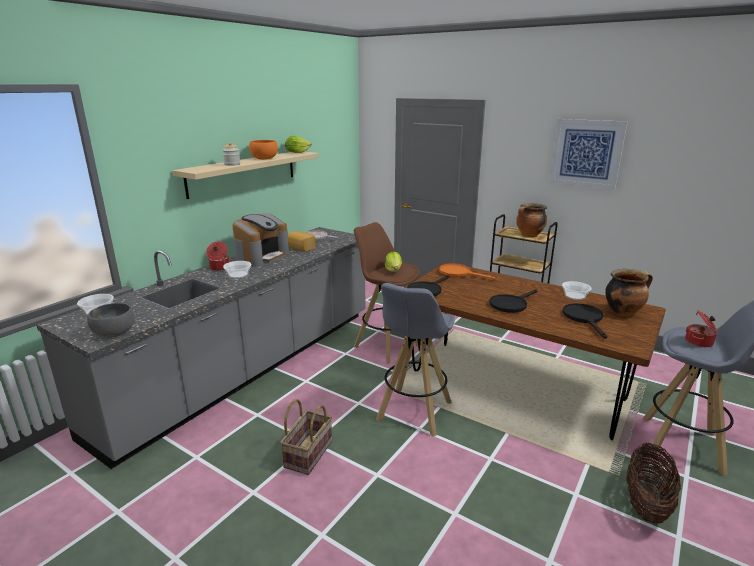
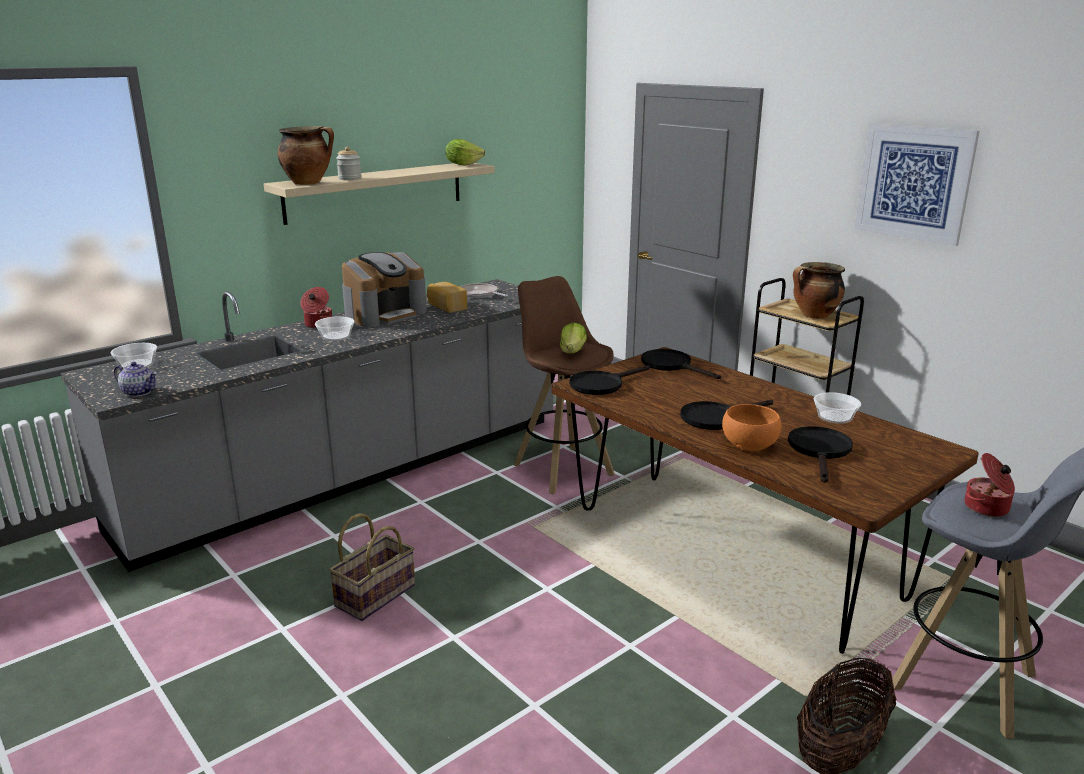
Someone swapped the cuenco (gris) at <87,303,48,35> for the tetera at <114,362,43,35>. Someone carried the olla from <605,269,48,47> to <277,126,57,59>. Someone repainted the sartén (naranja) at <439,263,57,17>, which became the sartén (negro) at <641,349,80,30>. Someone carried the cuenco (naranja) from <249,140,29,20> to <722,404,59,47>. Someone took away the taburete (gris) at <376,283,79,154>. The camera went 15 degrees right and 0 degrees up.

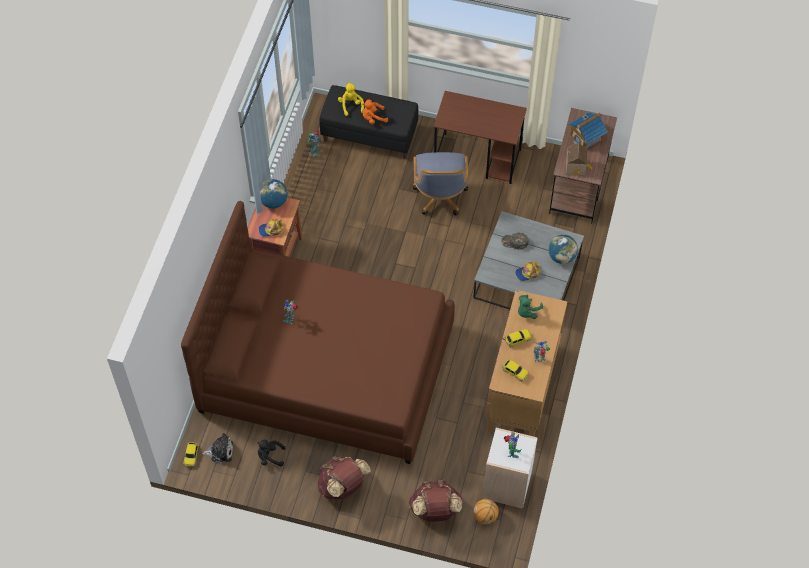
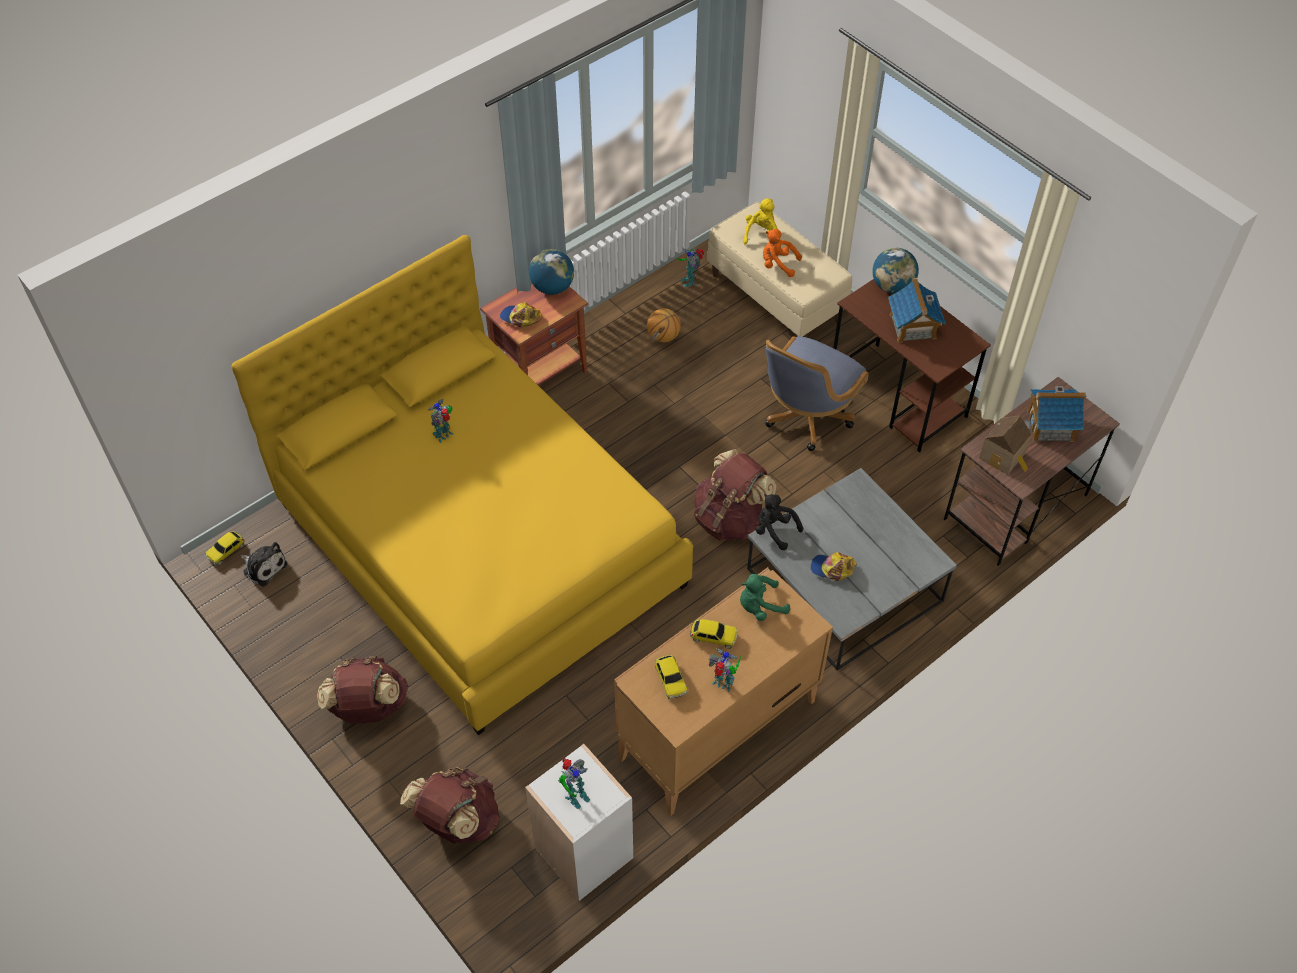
Someone repainted the cama (marrón) at <181,201,274,263>, which became the cama (amarillo) at <232,235,461,500>. Someone carried the balón de baloncesto from <473,499,26,25> to <647,308,34,34>. Someone put down the mochila (marrón) at <694,449,82,91>. Someone repainted the banco (negro) at <319,85,99,74>, which became the banco (beis) at <708,202,144,135>. Someone carried the peluche (negro) from <257,439,29,27> to <756,494,47,56>. Someone carried the globo terráqueo from <548,235,30,29> to <872,248,47,46>. Someone put down the casita at <888,278,58,65>. Someone took away the gorra (verde) at <501,232,27,18>. The camera went 35 degrees right and 5 degrees down.

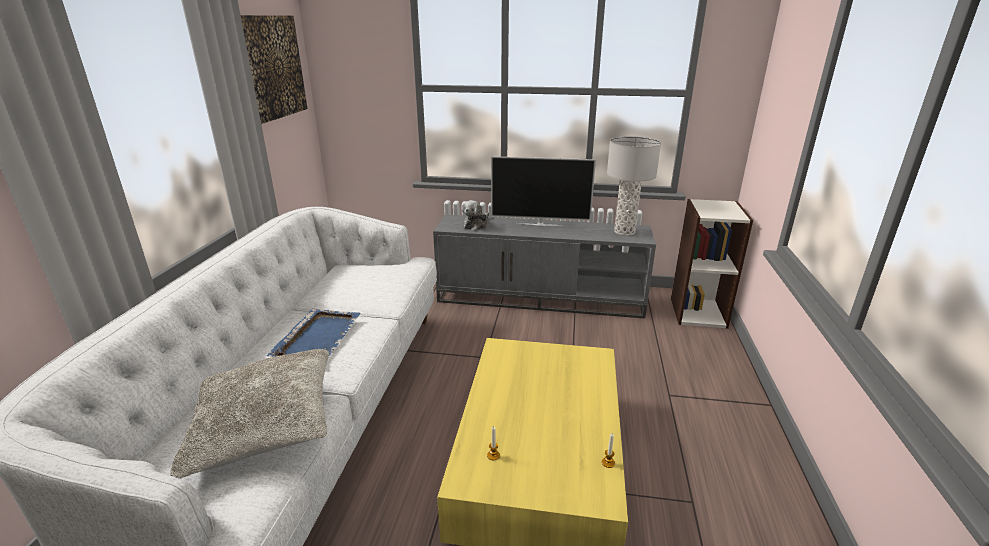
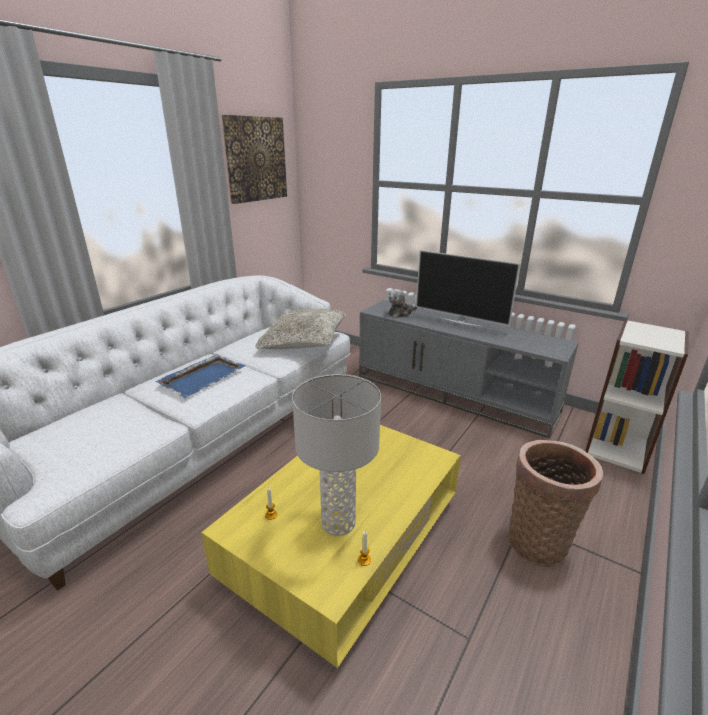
Someone carried the cojín (beis) from <170,349,159,130> to <256,309,90,40>. Someone carried the lámpara de mesa (blanco) from <607,136,54,100> to <292,374,89,162>. Someone put down the cesta at <509,440,94,127>. The camera went 25 degrees right and 0 degrees up.

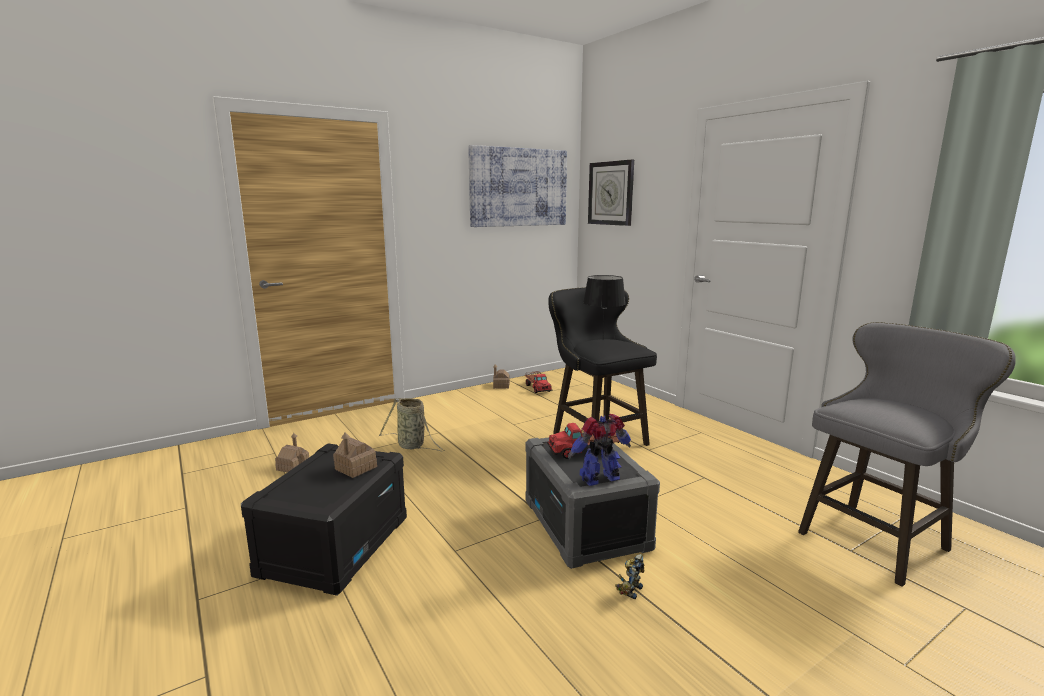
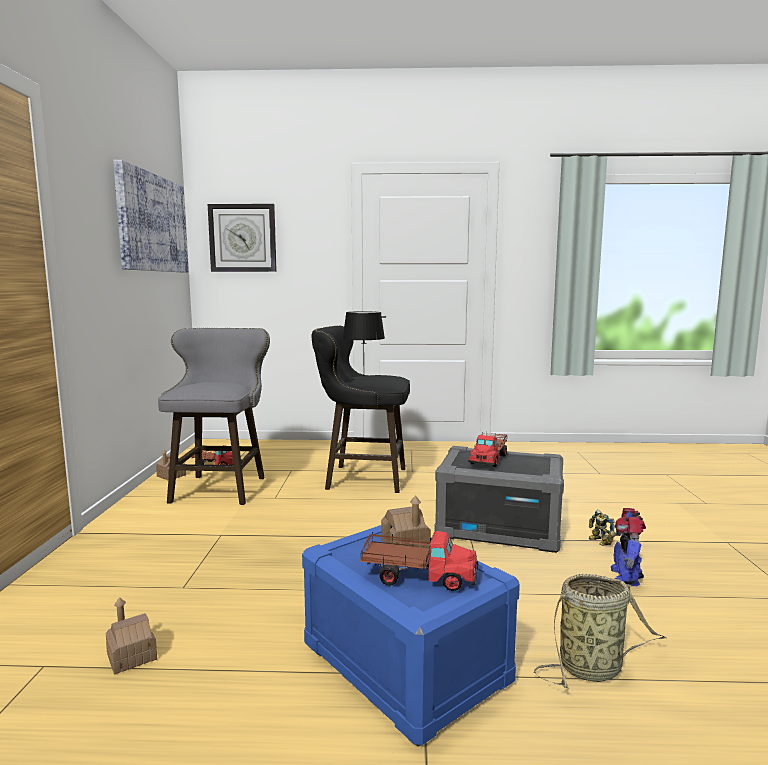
Someone carried the taburete (gris) from <798,322,218,265> to <158,328,112,177>. Someone repainted the caja de almacenaje (negro) at <241,443,166,153>, which became the caja de almacenaje (azul) at <302,525,218,222>. Someone put down the camión de juguete at <359,531,119,60>. Someone carried the cesta from <379,398,66,53> to <534,574,133,114>. Someone carried the robot de juguete from <568,414,63,72> to <611,508,35,78>. The camera went 55 degrees left and 5 degrees down.

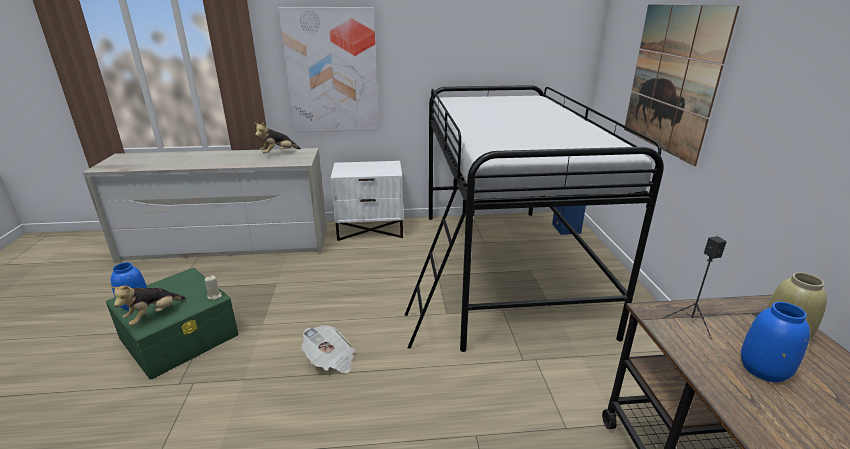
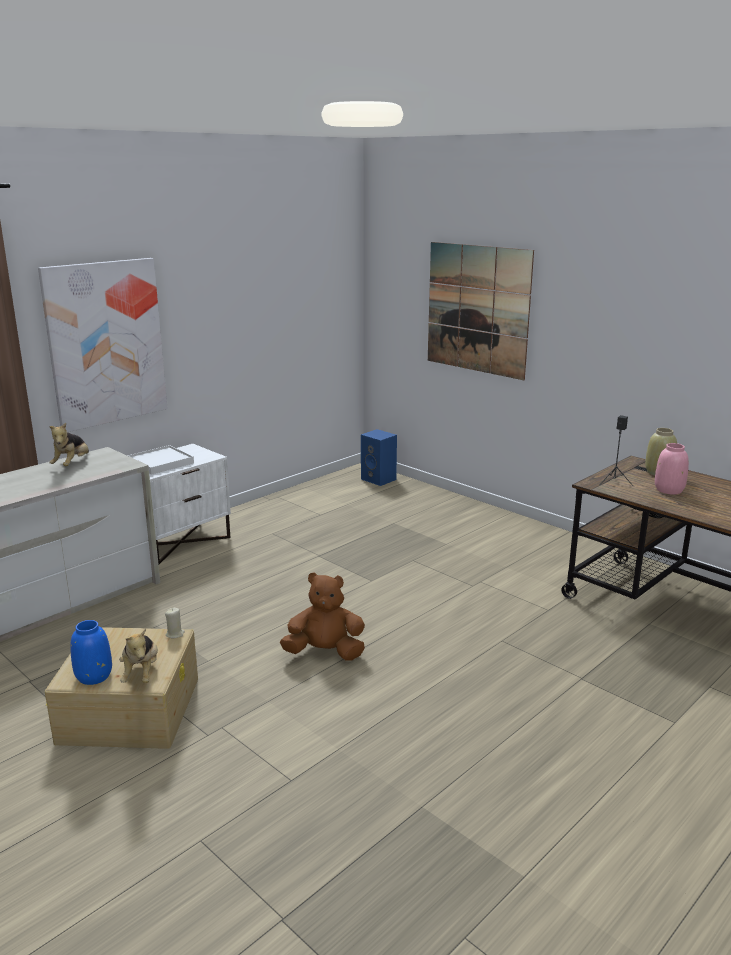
Someone repainted the caja de almacenaje (verde) at <106,268,133,112>, which became the caja de almacenaje (beis) at <45,627,153,122>. Someone put down the bandeja (blanco) at <128,445,66,30>. Someone swapped the periódico at <301,325,54,49> for the peluche (marrón) at <280,572,85,88>. Someone repainted the florero (azul) at <741,302,69,80>, which became the florero (rosa) at <655,443,34,51>. Someone took away the cama (negro) at <405,85,259,267>. The camera went 40 degrees left and 5 degrees down.

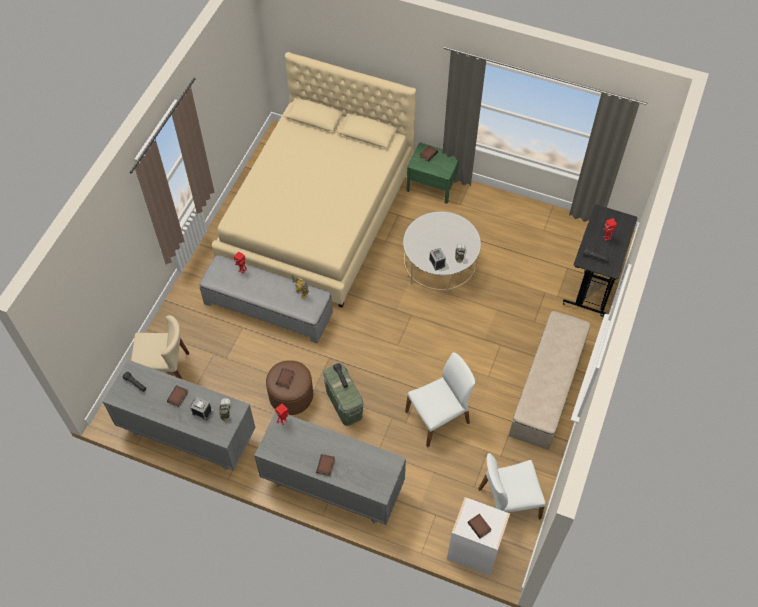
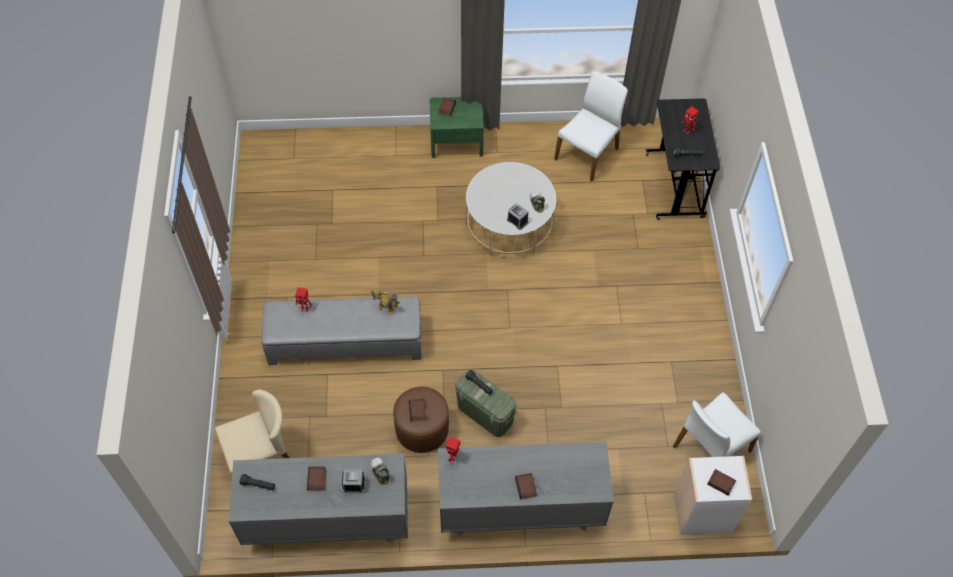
Someone carried the silla (blanco) from <405,352,70,95> to <554,72,74,109>. Someone took away the cama (beis) at <212,52,204,256>. Someone took away the banco (beis) at <509,311,81,139>. The camera went 25 degrees left and 0 degrees up.

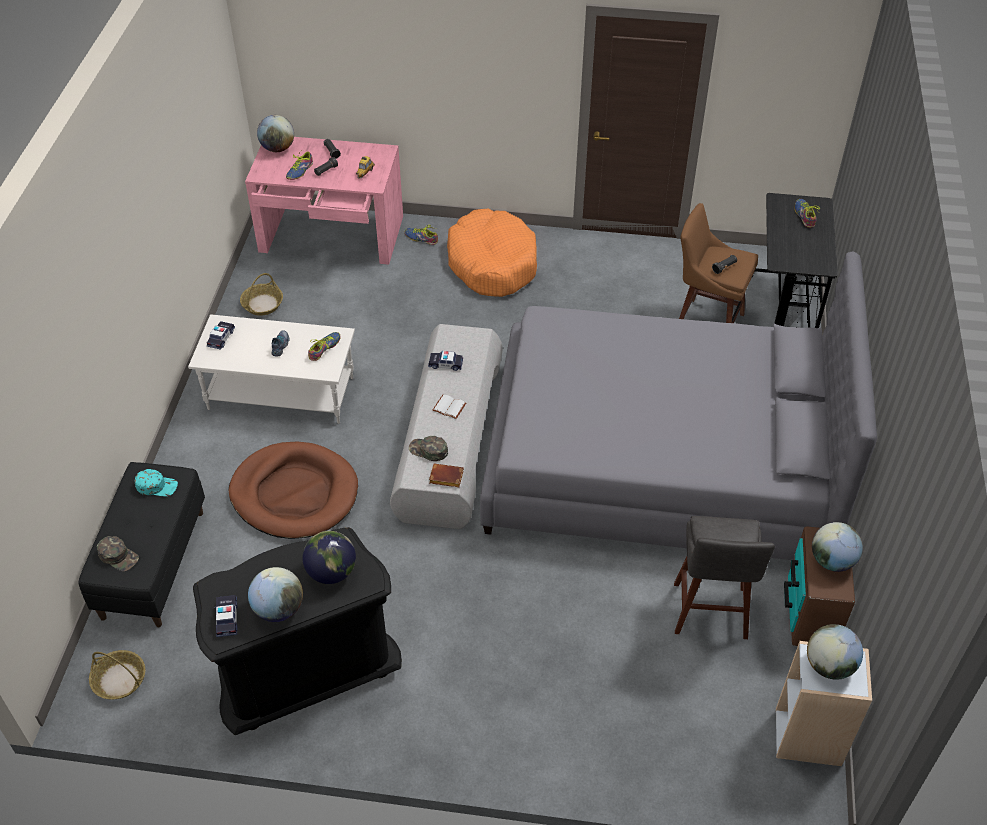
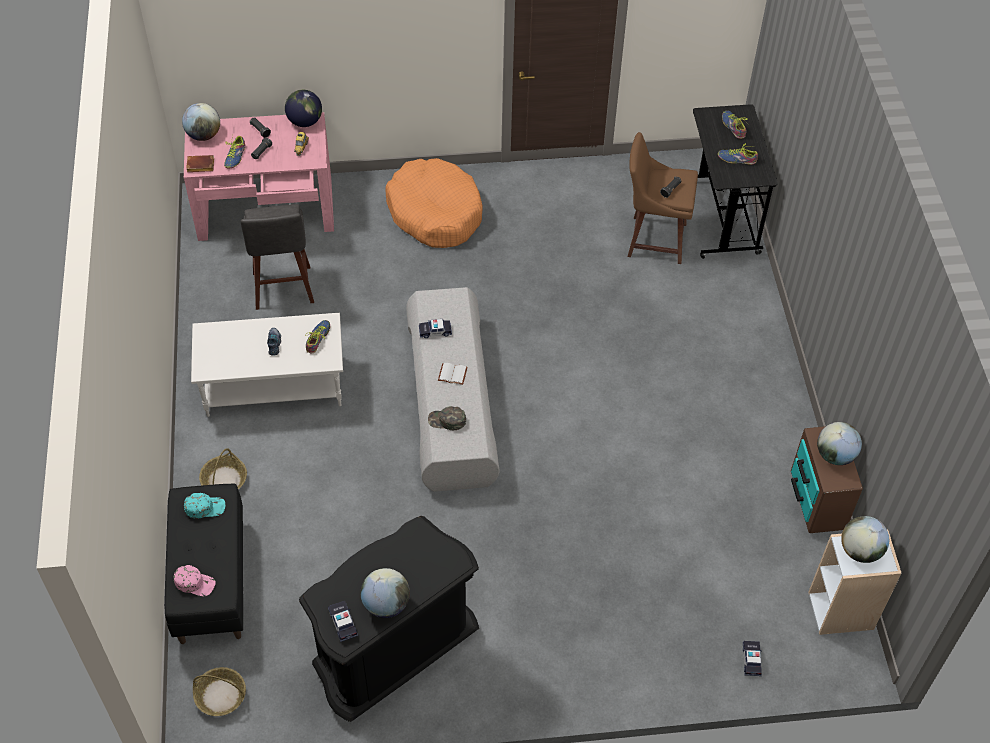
Someone repainted the gorra (verde) at <97,536,42,35>, which became the gorra (rosa) at <174,565,41,31>. Someone carried the libro (marrón) from <429,463,35,24> to <186,155,28,17>. Someone carried the cesta from <240,273,43,43> to <199,448,48,41>. Someone carried the taburete (gris) from <674,516,101,123> to <241,204,73,106>. Someone carried the globo terráqueo from <302,531,54,53> to <285,90,37,37>. Someone carried the zapato from <405,225,33,20> to <718,143,40,22>. Someone carried the coche de juguete from <207,321,28,29> to <743,641,19,35>. Someone took away the cama para perro (marrón) at <229,441,129,98>. Someone took away the cama (gris) at <480,251,397,309>. The camera went 15 degrees left and 5 degrees up.

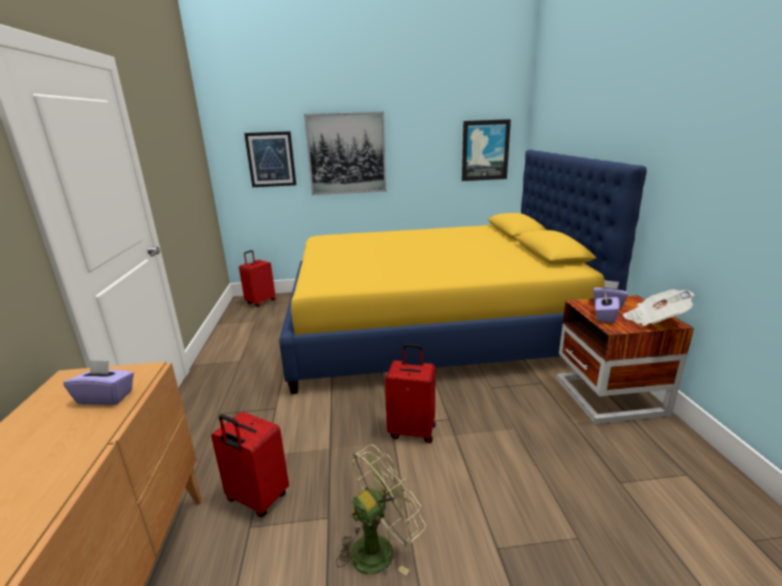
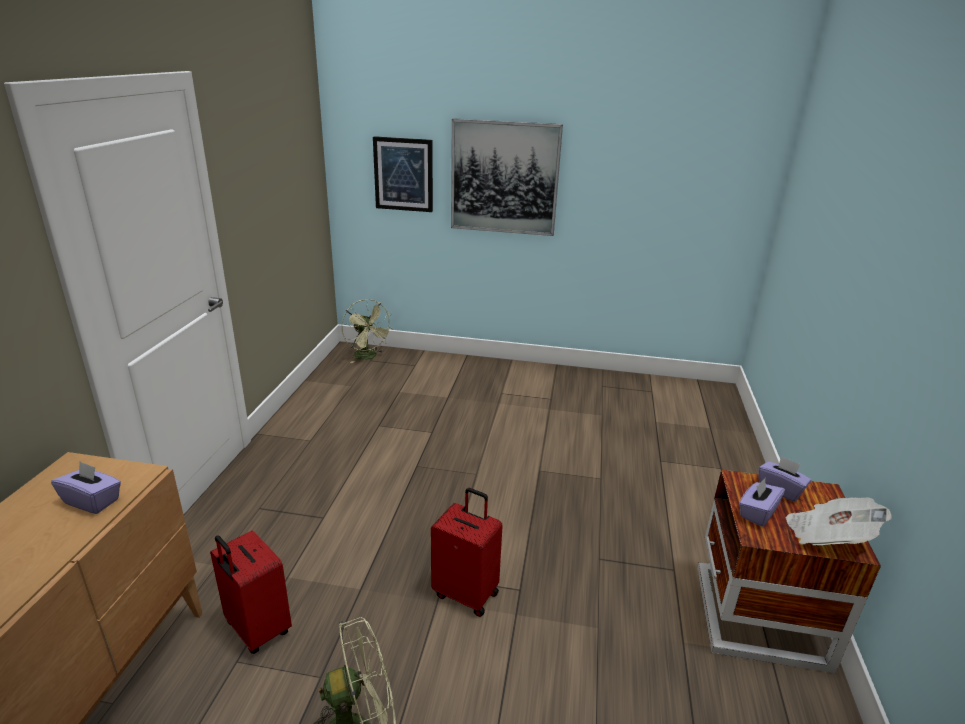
Someone swapped the maleta (rojo) at <239,250,37,57> for the ventilador (verde) at <342,299,51,64>. Someone took away the cama (amarillo) at <279,150,368,244>. Someone took away the cuadro at <462,119,49,62>. The camera went 15 degrees right and 5 degrees up.

